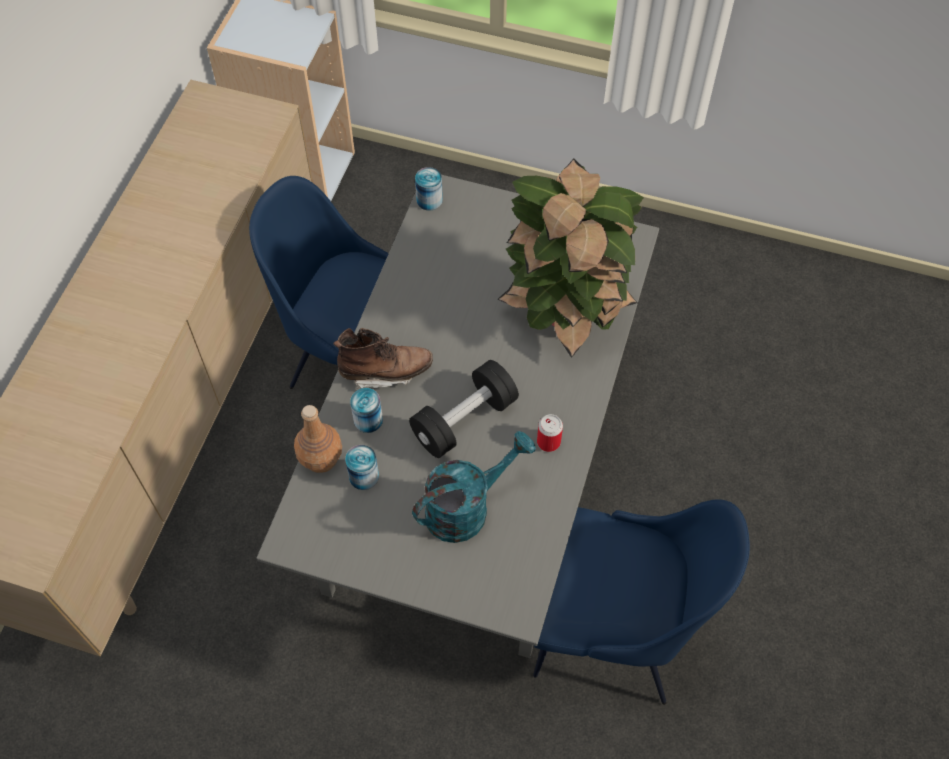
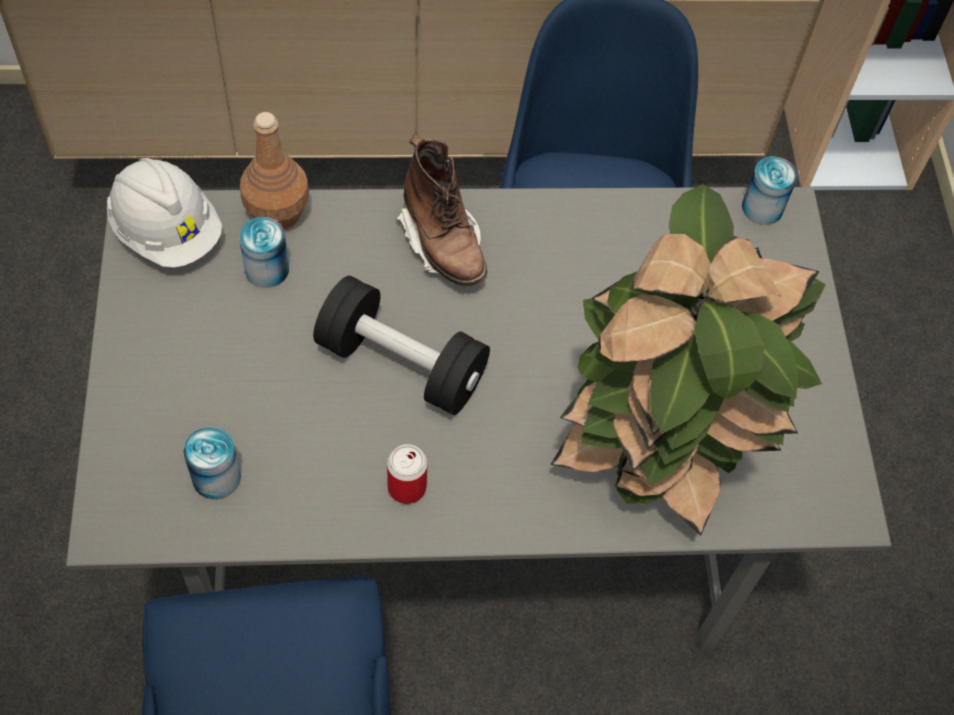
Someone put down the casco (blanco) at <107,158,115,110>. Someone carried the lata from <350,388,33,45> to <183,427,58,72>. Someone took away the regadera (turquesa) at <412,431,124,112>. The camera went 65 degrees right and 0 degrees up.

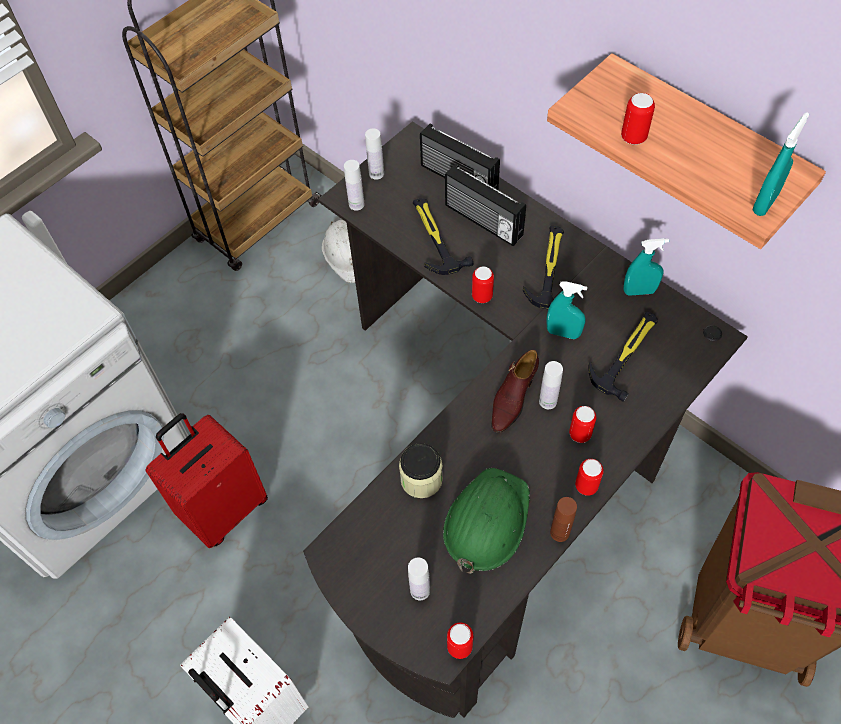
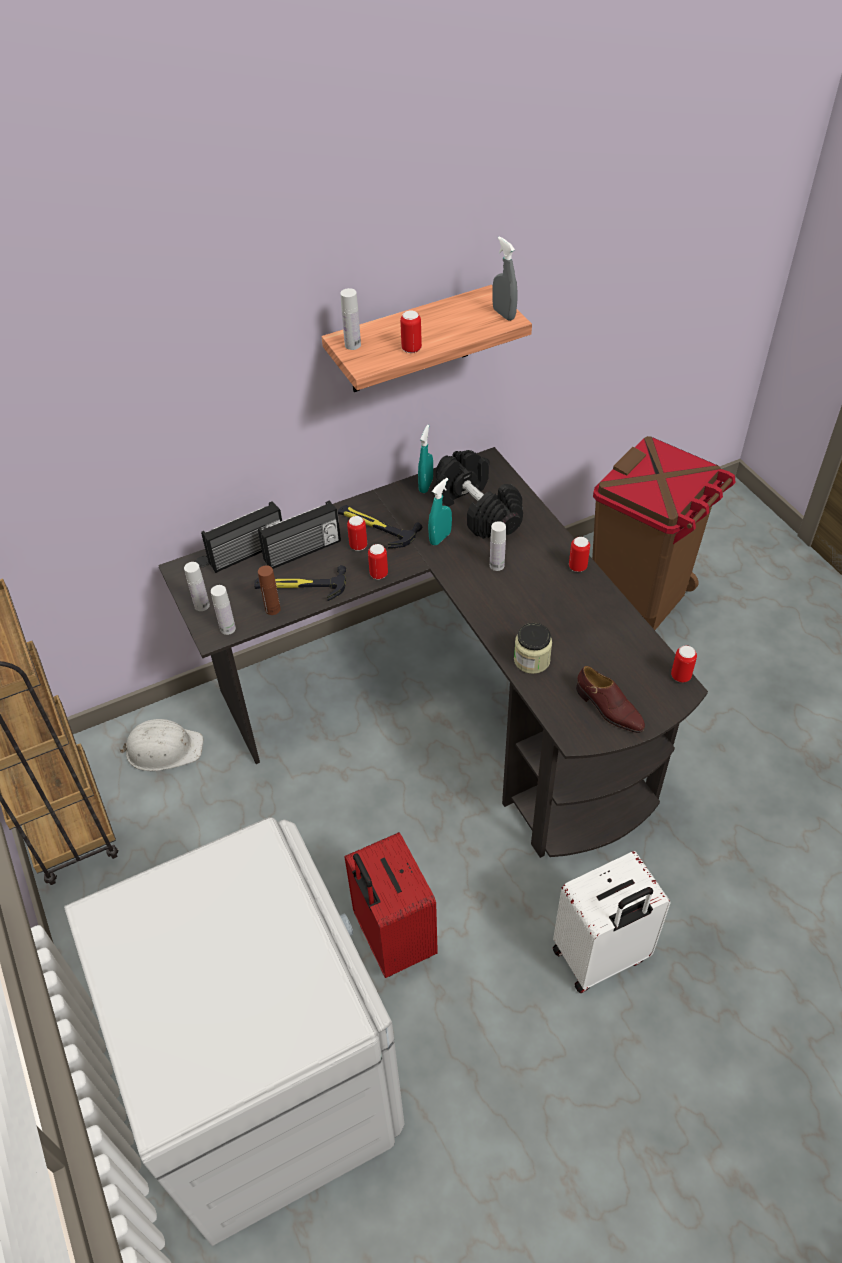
Someone carried the botella (marrón) from <550,497,27,45> to <258,565,23,50>. Someone carried the botella (blanco) from <408,557,22,43> to <340,288,21,62>. Someone carried the lata from <569,406,27,37> to <347,516,20,35>. Someone swapped the martillo at <588,311,70,91> for the mancuerna (negro) at <436,450,87,89>. Someone repainted the pulverizador (turquesa) at <752,112,57,104>, which became the pulverizador (gris) at <492,236,26,85>. Someone carried the zapato (marrón) from <491,350,48,83> to <576,666,69,67>. Someone took away the casco (verde) at <443,468,87,106>. The camera went 70 degrees left and 10 degrees down.

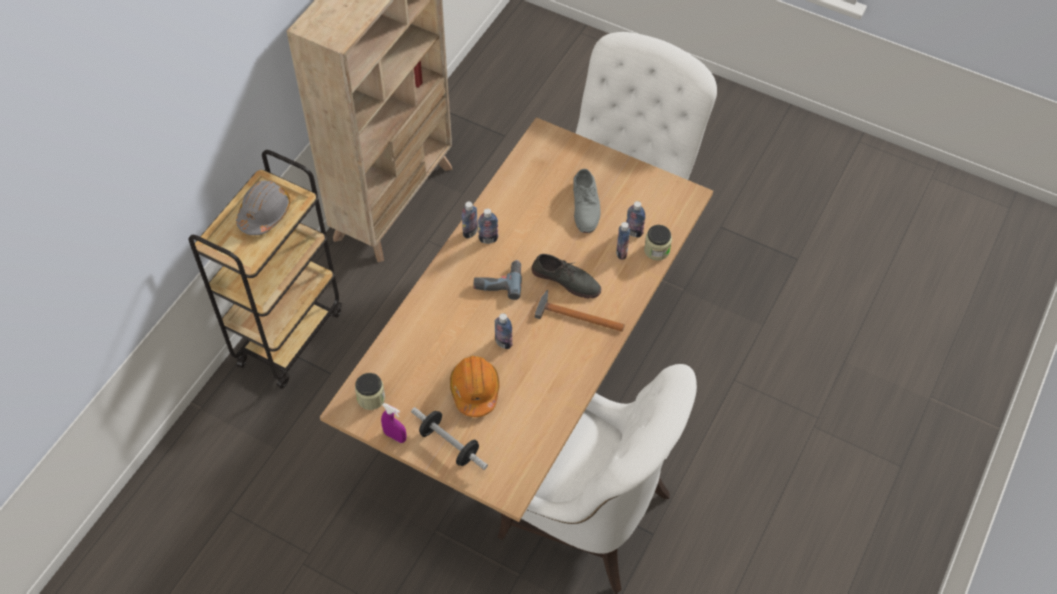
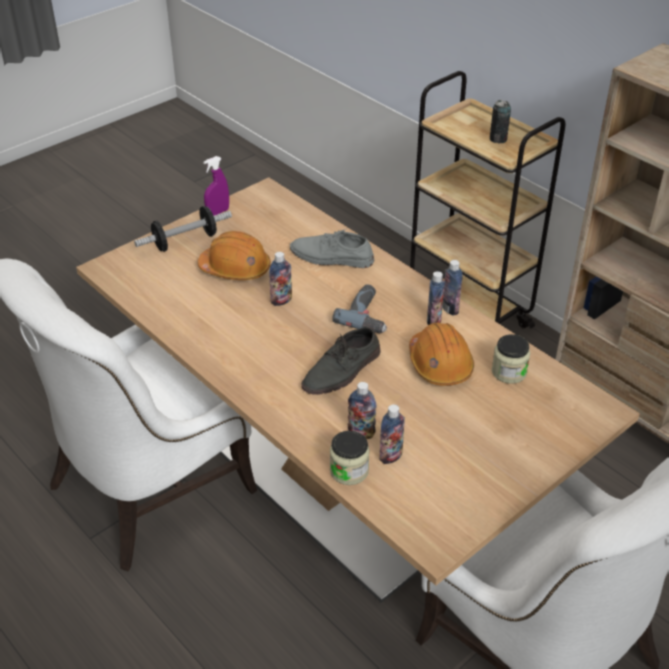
Someone carried the zapato (gris) from <573,169,28,64> to <290,229,84,39>. Someone put down the casco (naranja) at <409,322,65,64>. Someone swapped the casco (gris) at <236,181,54,54> for the lata at <490,100,21,43>. Someone carried the tarro from <355,373,30,37> to <492,334,38,50>. Someone took away the martillo at <534,289,91,43>. The camera went 110 degrees right and 15 degrees down.

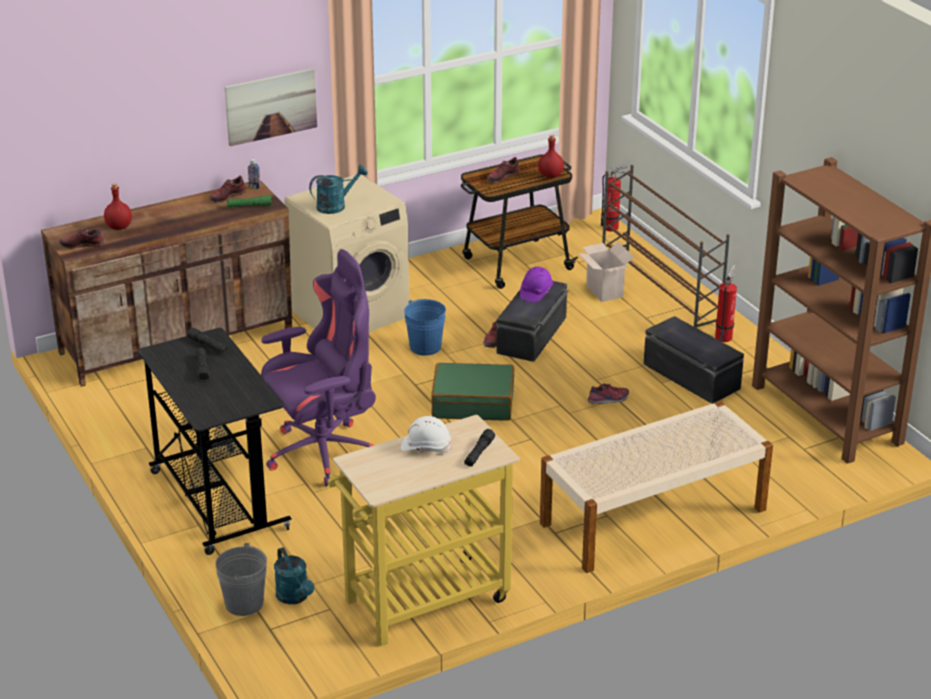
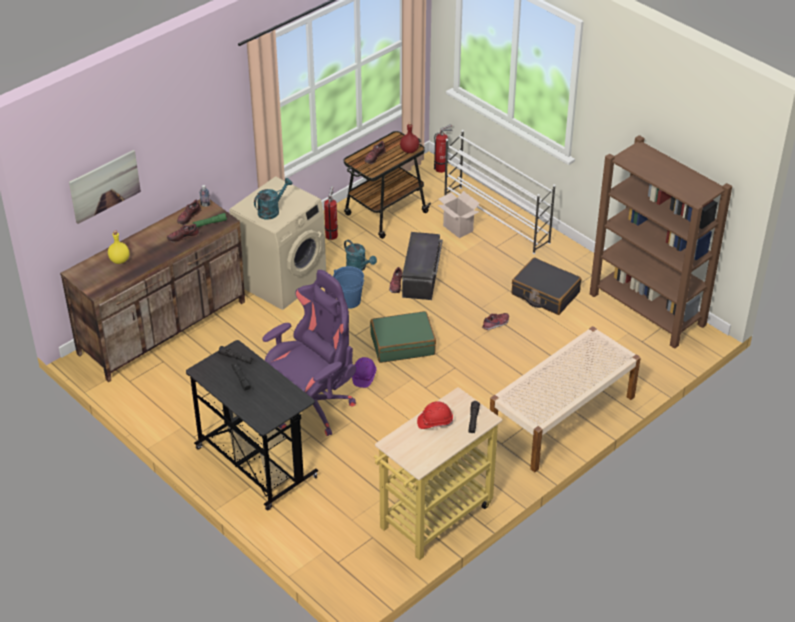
Someone carried the cuadro from <225,68,92,78> to <69,150,72,74>. Someone repainted the botella (rojo) at <104,183,28,47>, which became the botella (amarillo) at <108,231,22,33>. Someone carried the zapato from <59,227,46,22> to <167,224,33,18>. Someone carried the extintor from <715,265,22,77> to <324,186,14,54>. Someone carried the regadera (turquesa) from <274,547,40,57> to <344,240,33,31>. Someone carried the casco (morado) from <520,267,33,35> to <352,357,25,31>. Someone repainted the casco (blanco) at <401,416,51,37>, which became the casco (rojo) at <417,401,36,28>. Someone repainted the zapatero (marrón) at <602,165,128,163>, which became the zapatero (blanco) at <444,130,111,124>. Someone swapped the caja de almacenaje (negro) at <644,316,100,88> for the maleta (negro) at <512,257,69,58>. Someone took away the cubo (gris) at <215,543,52,73>. The camera went 15 degrees left and 10 degrees up.

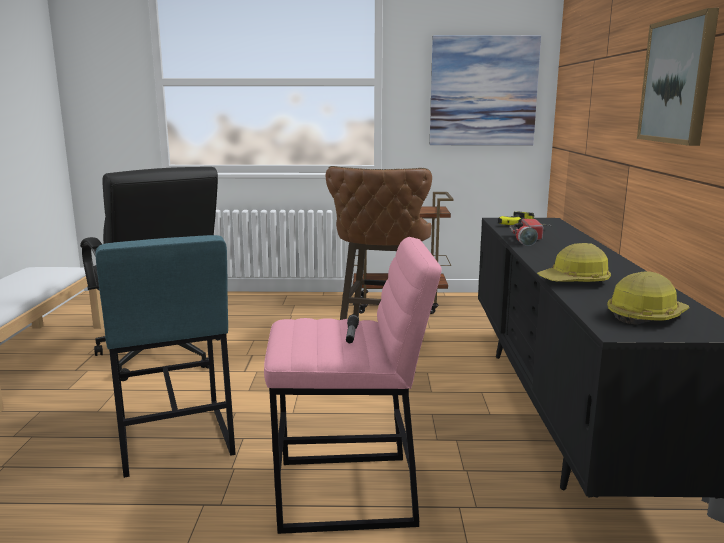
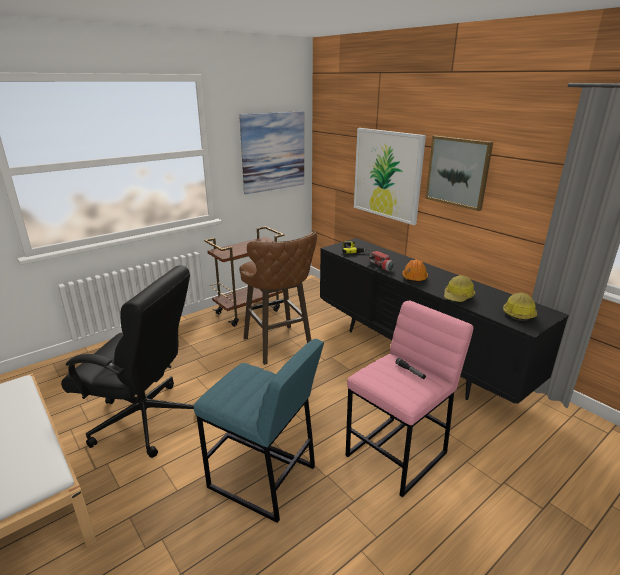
Someone put up the cuadro at <354,128,72,97>. Someone put down the casco (naranja) at <402,259,26,24>. The camera went 40 degrees left and 10 degrees up.

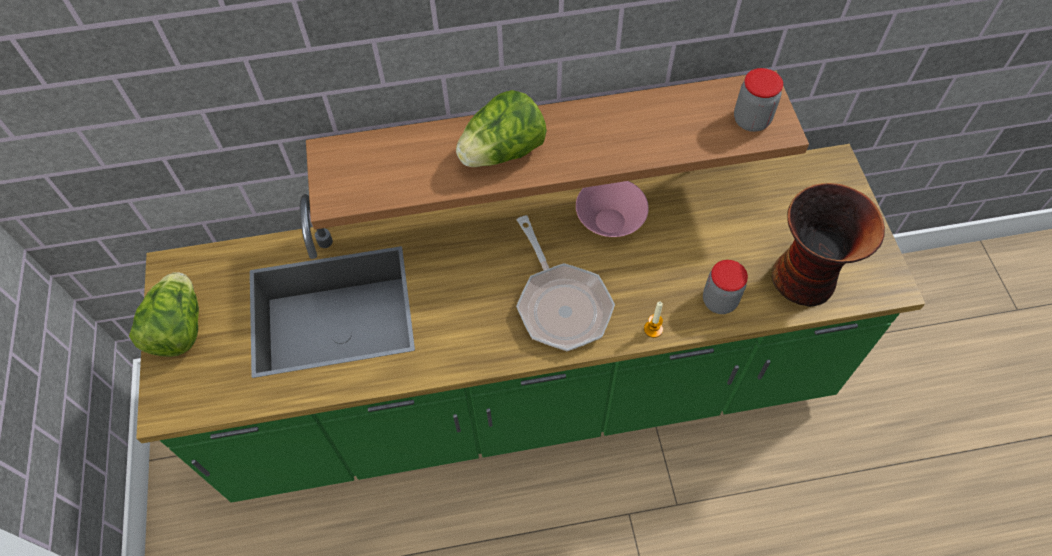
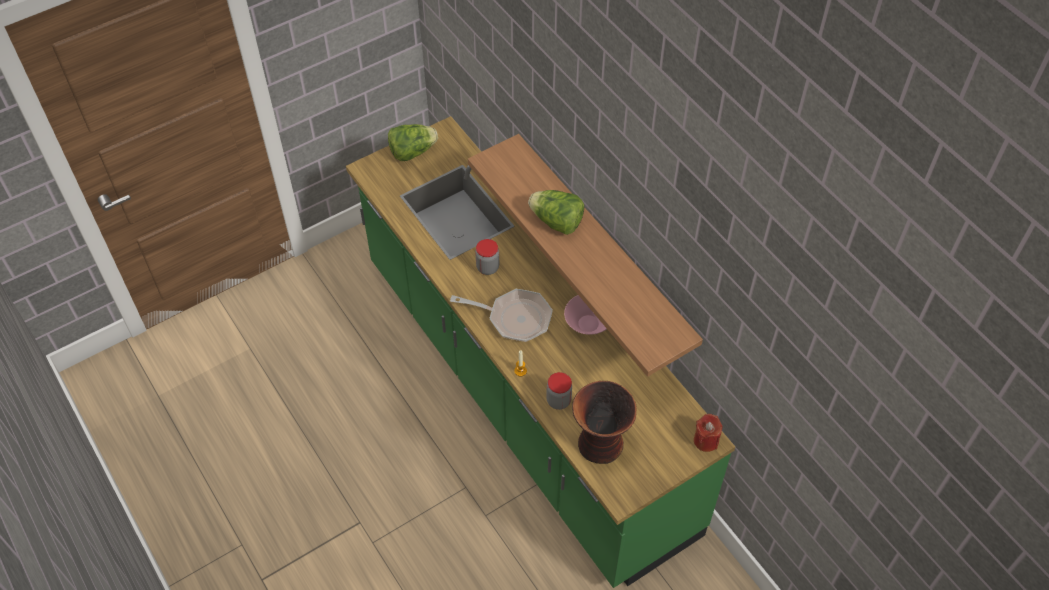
Someone rotated the sartén at <516,215,99,136> by 120 degrees counterclockwise. Someone carried the tarro from <734,68,49,64> to <475,239,24,36>. Someone put down the vela (rojo) at <694,414,28,38>. The camera went 65 degrees right and 5 degrees down.

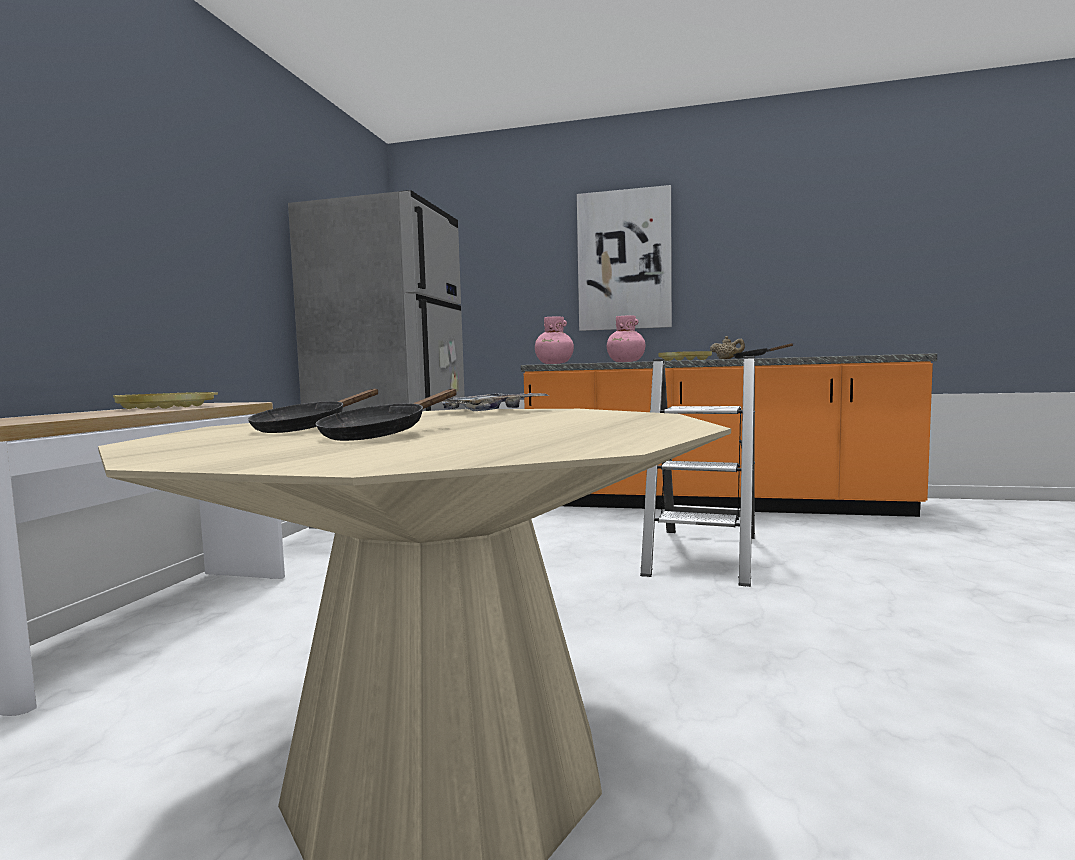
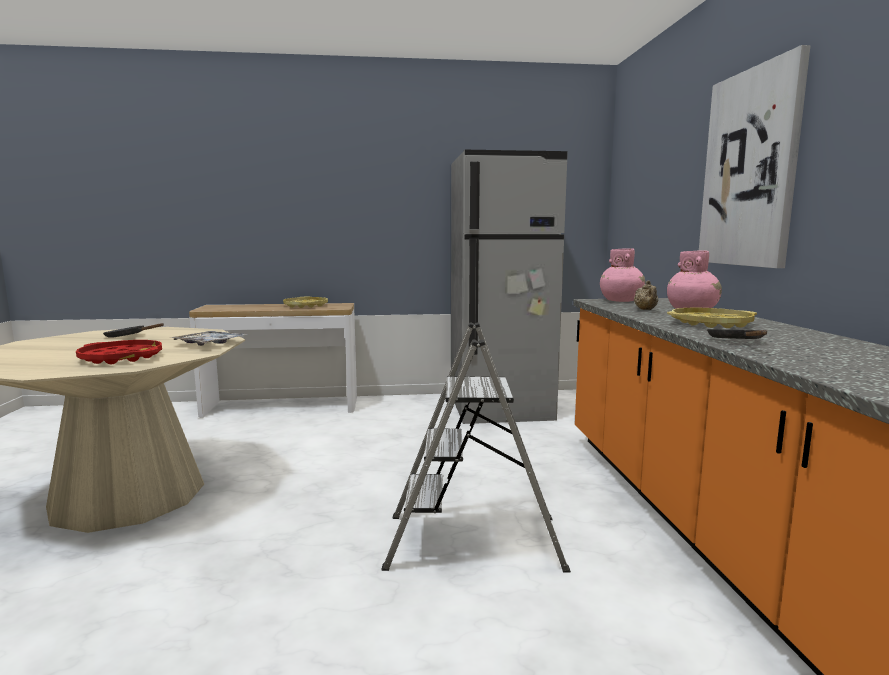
Someone put down the bandeja (rojo) at <76,340,86,24>. Someone carried the tetera (beis) from <710,336,35,23> to <634,280,24,30>. Someone took away the sartén (negro) at <315,389,142,52>. The camera went 70 degrees right and 5 degrees up.

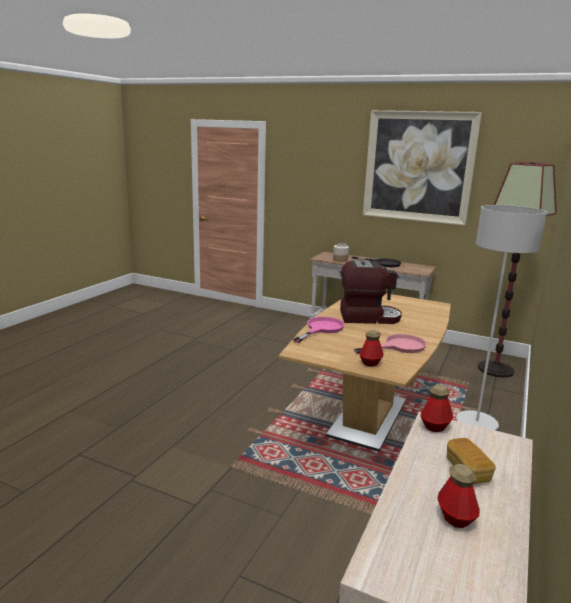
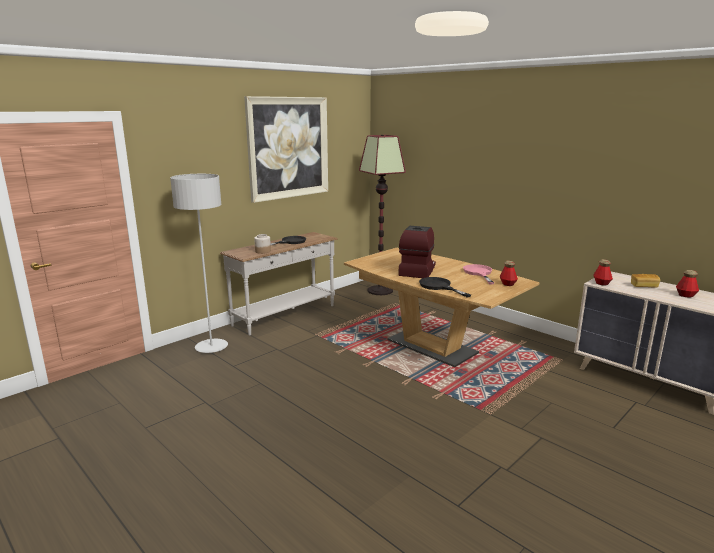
Someone carried the lámpara de pie (gris) from <456,205,91,225> to <170,174,58,179>. Someone repainted the sartén (rosa) at <293,317,52,26>, which became the sartén (negro) at <419,277,52,20>. The camera went 70 degrees left and 0 degrees up.

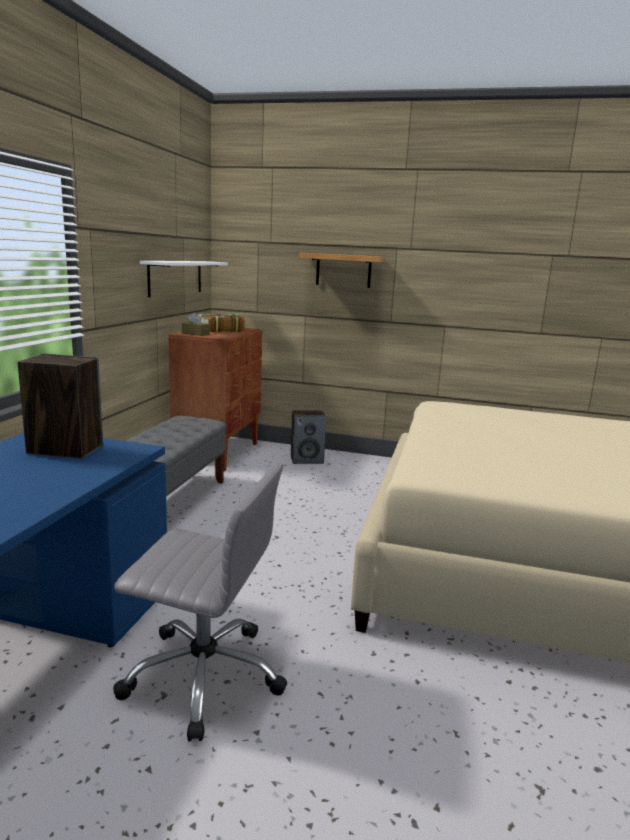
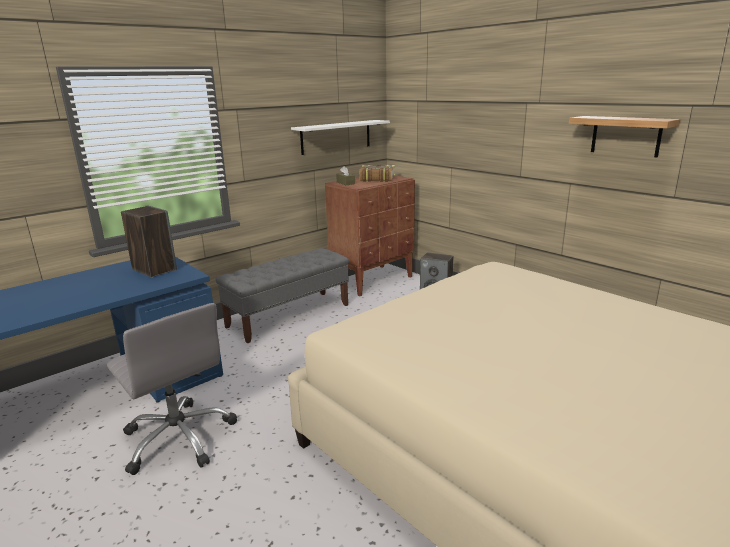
Someone carried the estante from <300,253,84,35> to <569,116,111,42>. The camera went 35 degrees right and 5 degrees up.

